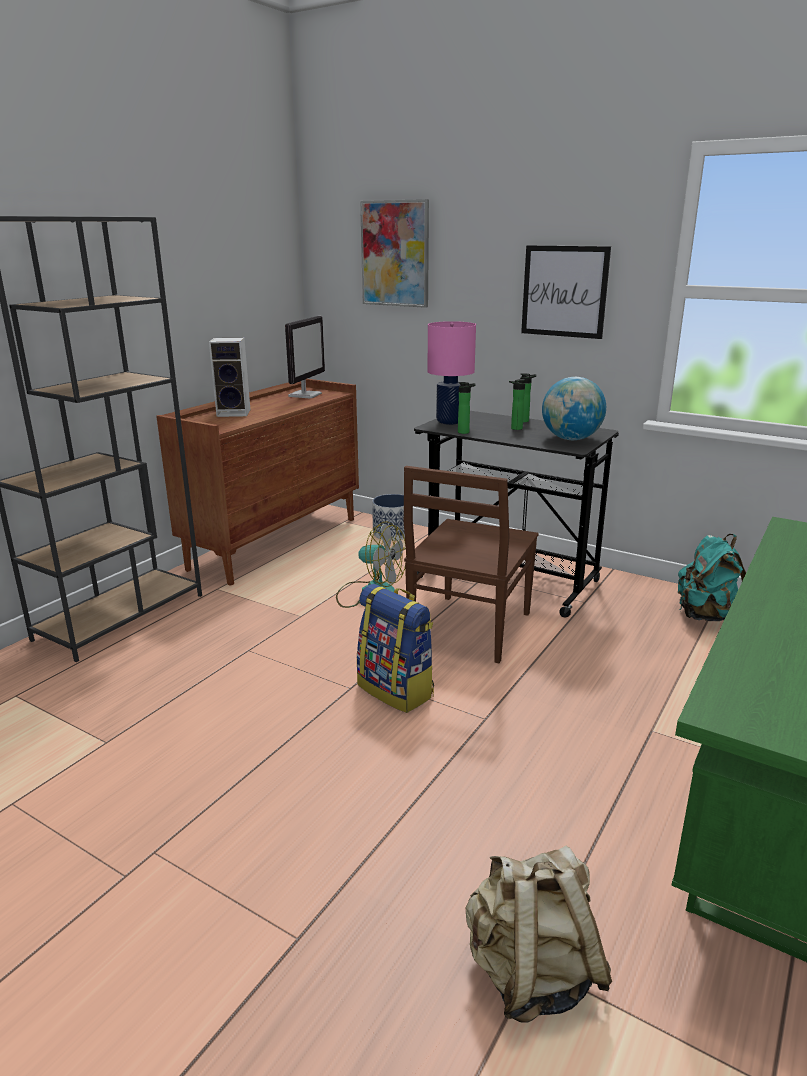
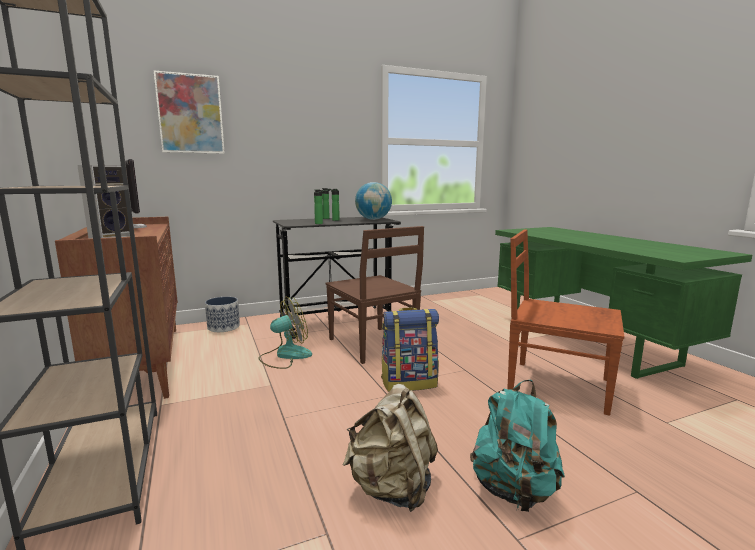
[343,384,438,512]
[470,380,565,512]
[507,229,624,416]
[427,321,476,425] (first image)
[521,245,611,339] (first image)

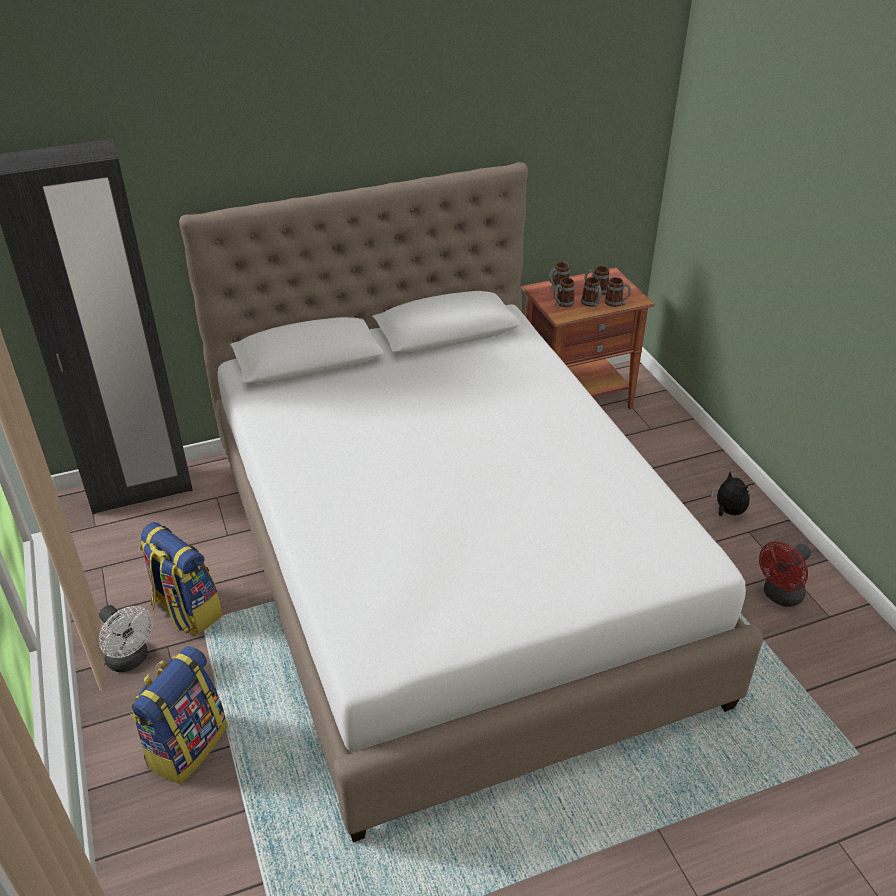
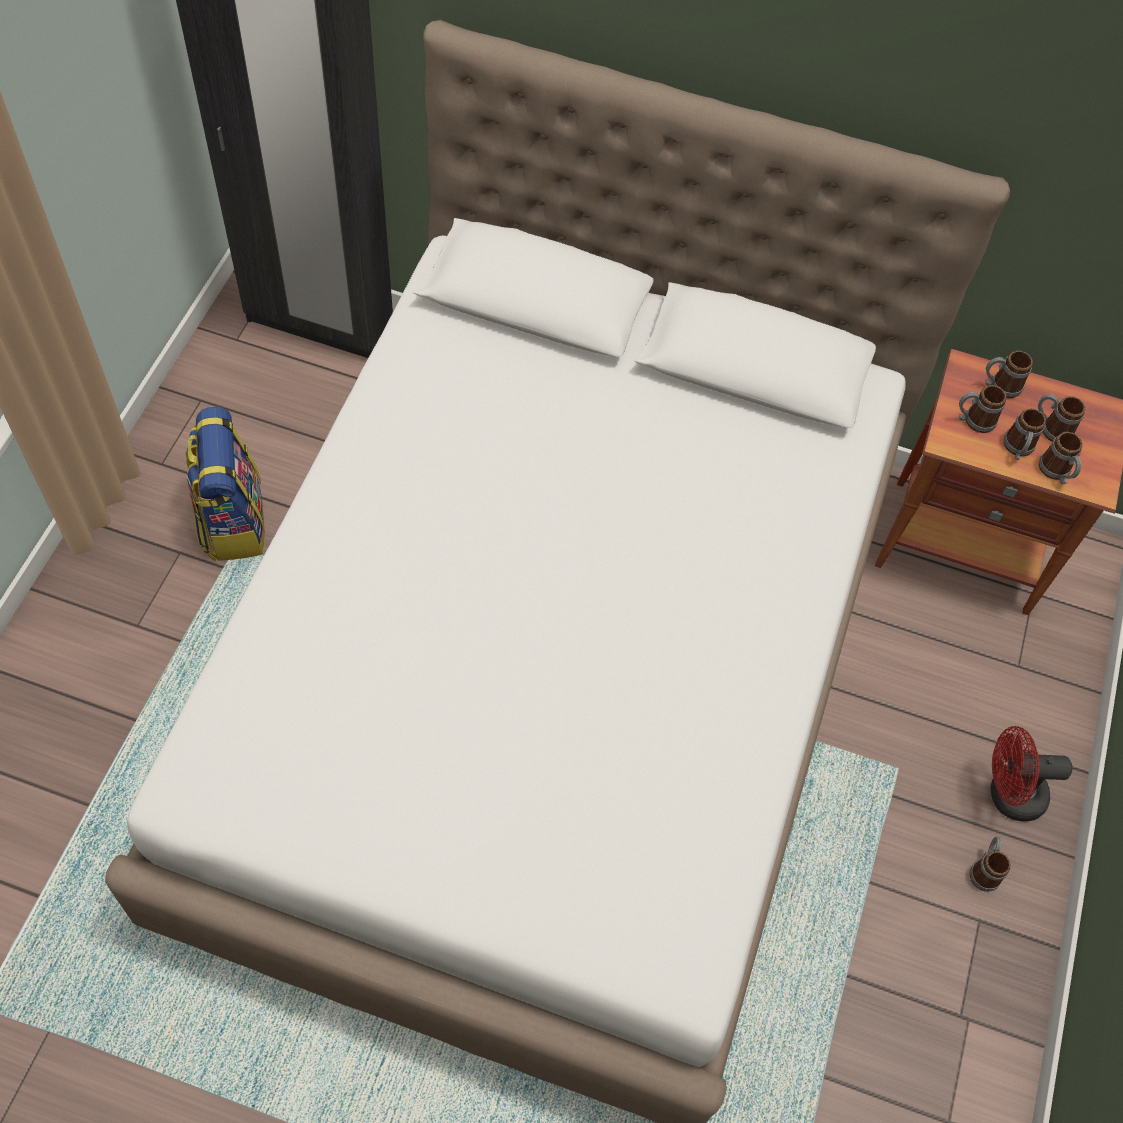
[969,837,1011,892]
[991,726,1072,822]
[99,605,153,672] (first image)
[130,646,227,784] (first image)

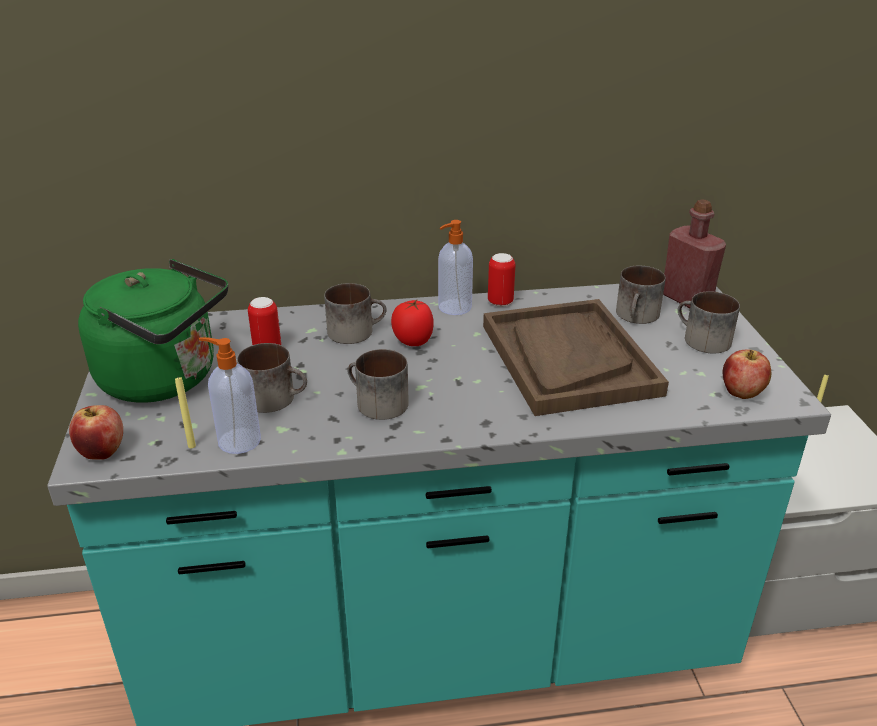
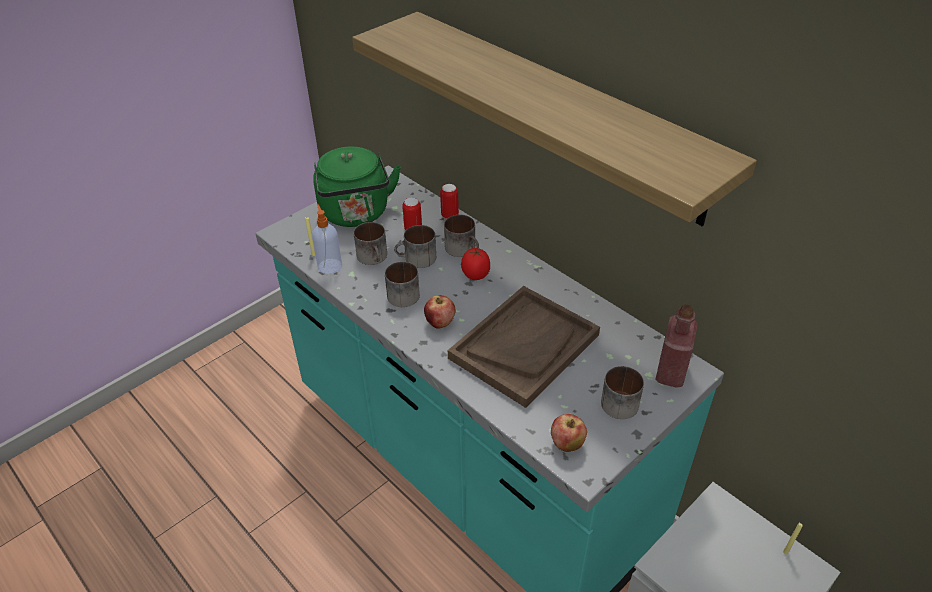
[352,12,757,226]
[394,225,436,268]
[424,295,455,329]
[440,184,459,219]
[438,220,473,315] (first image)

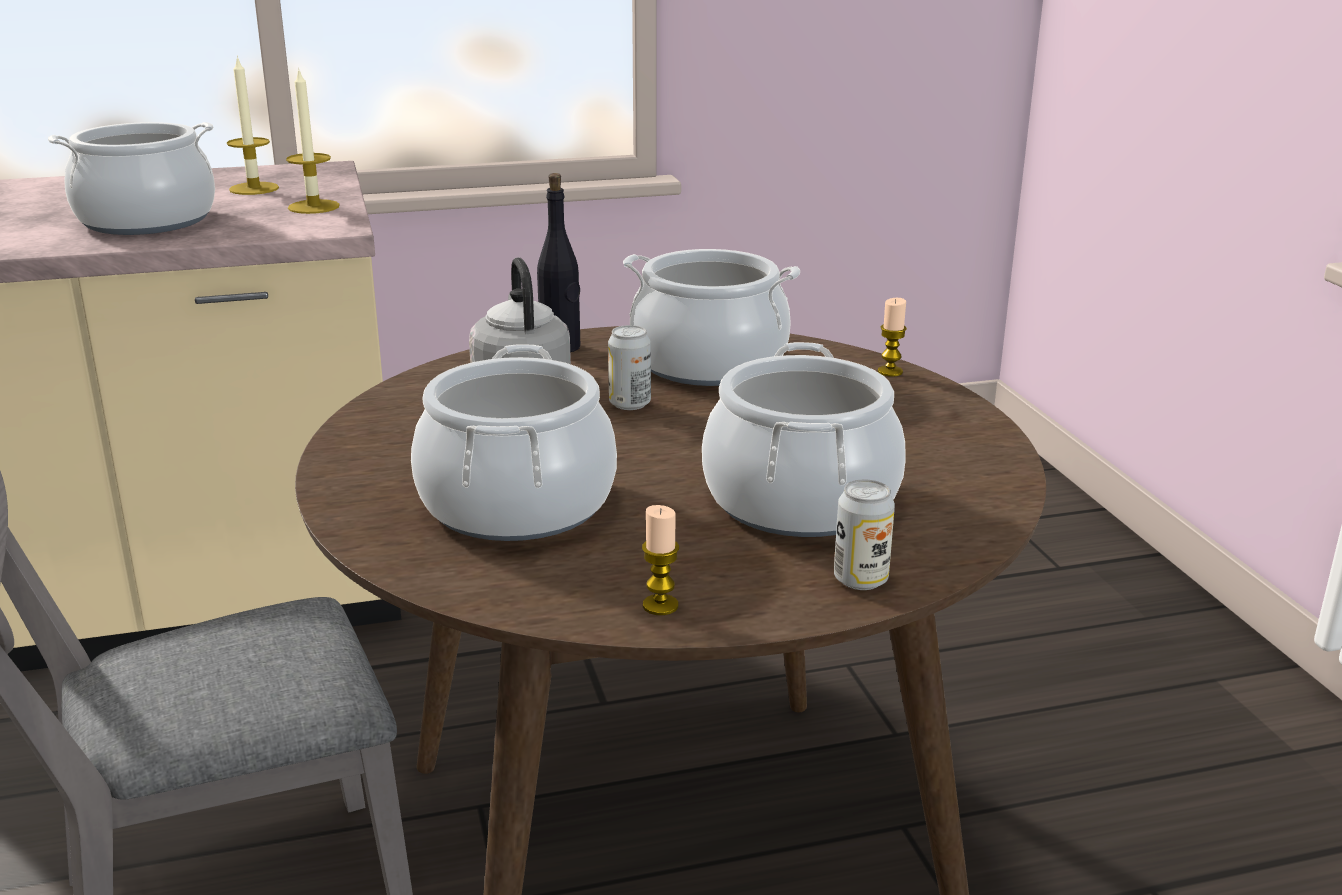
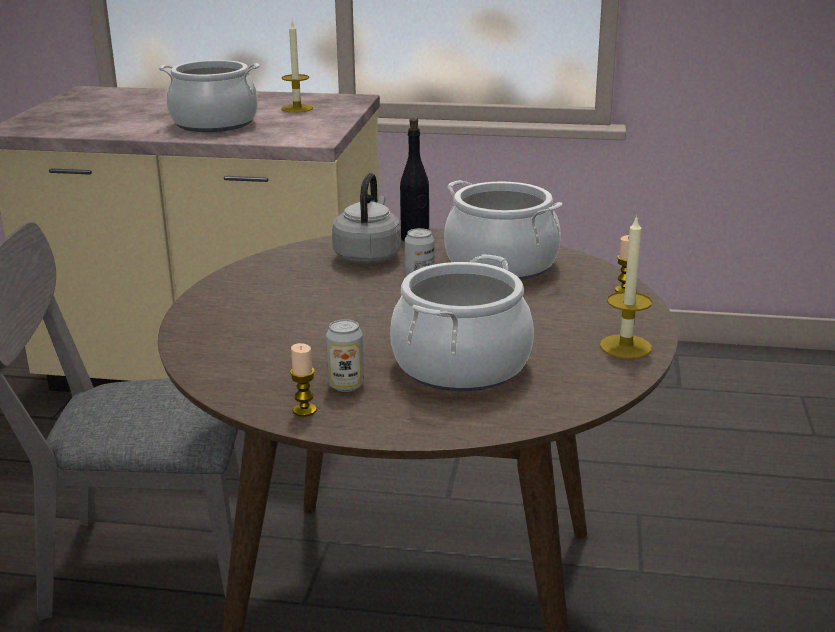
[326,319,364,392]
[600,215,652,359]
[411,344,617,541] (first image)

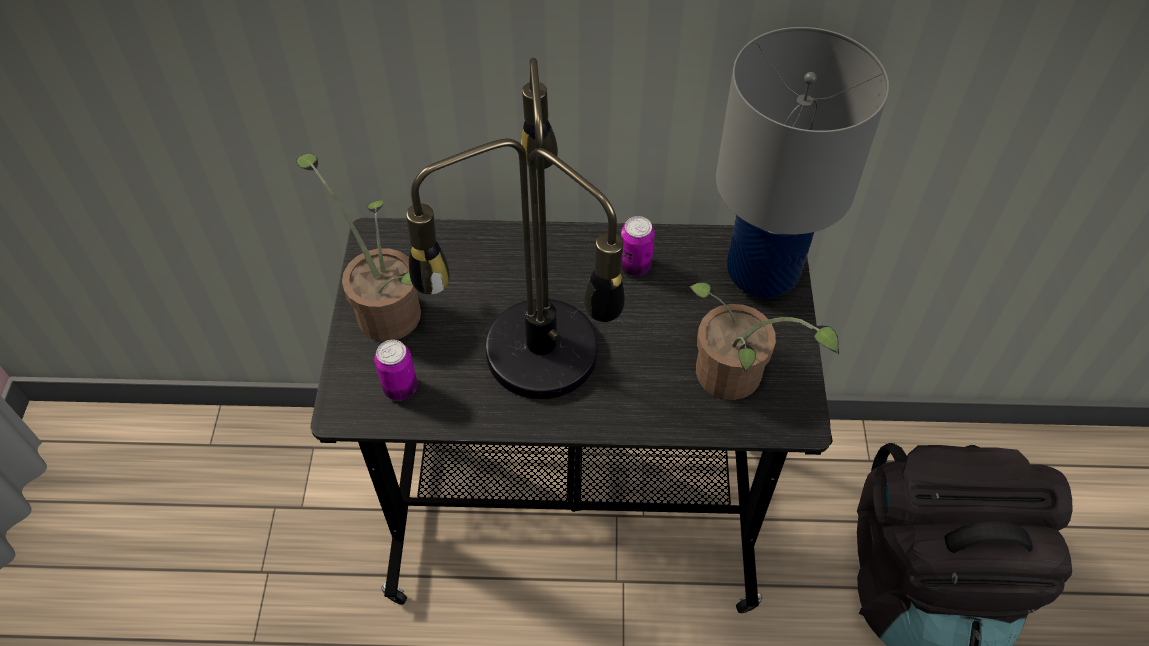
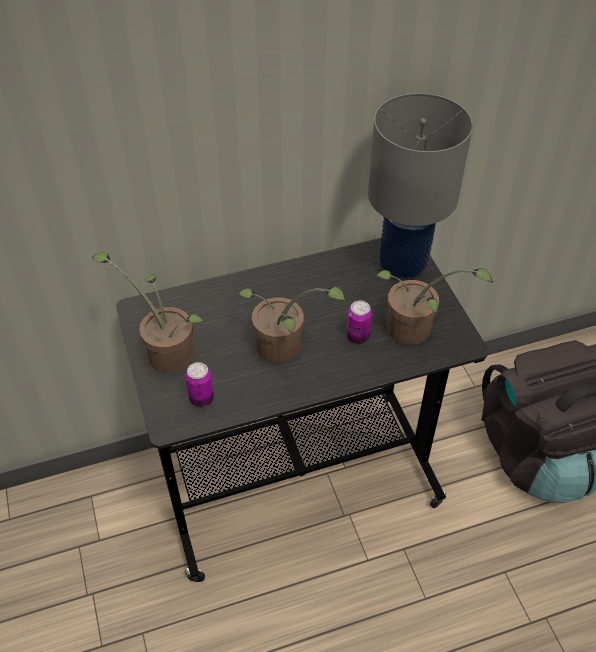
[237,287,346,363]
[347,300,372,344]

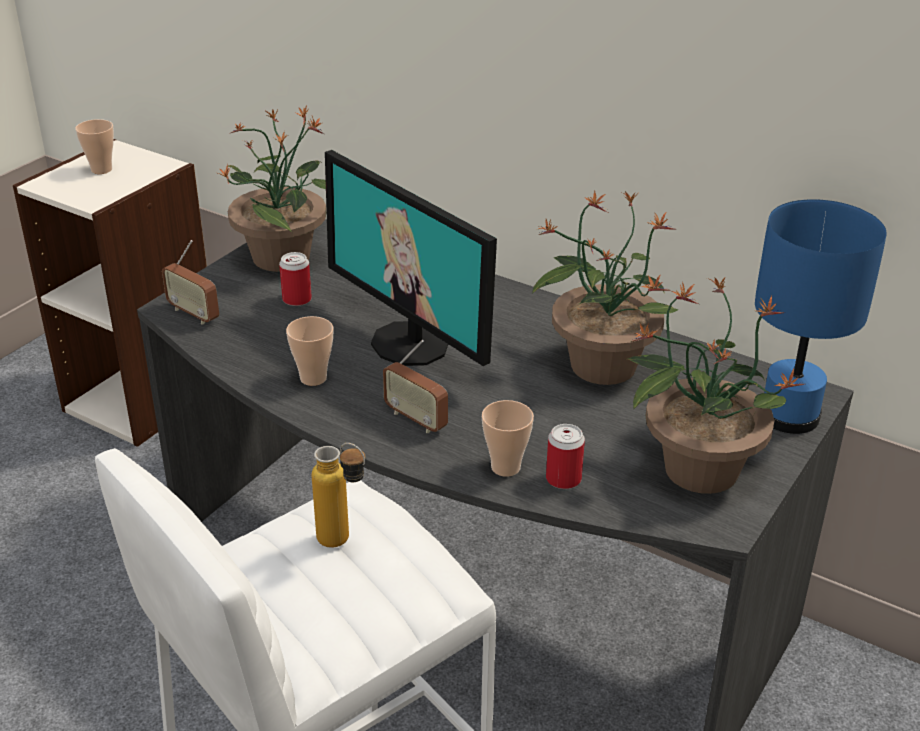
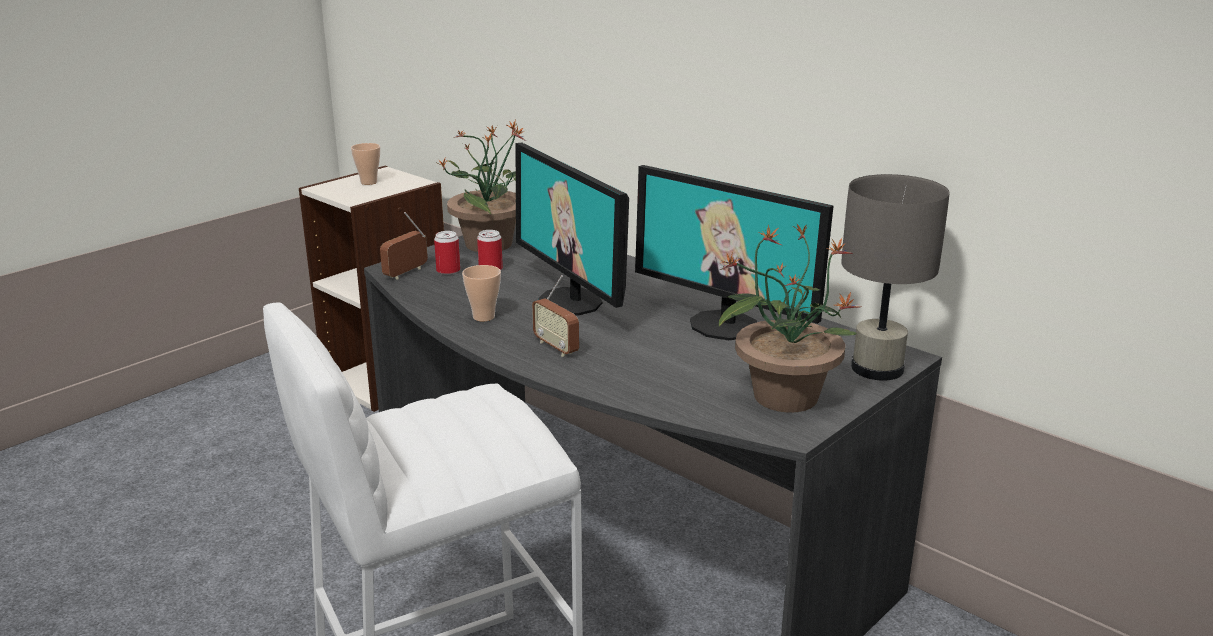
[380,212,428,279]
[434,231,460,275]
[635,165,834,340]
[841,174,950,381]
[312,443,366,548] (first image)
[482,400,534,477] (first image)

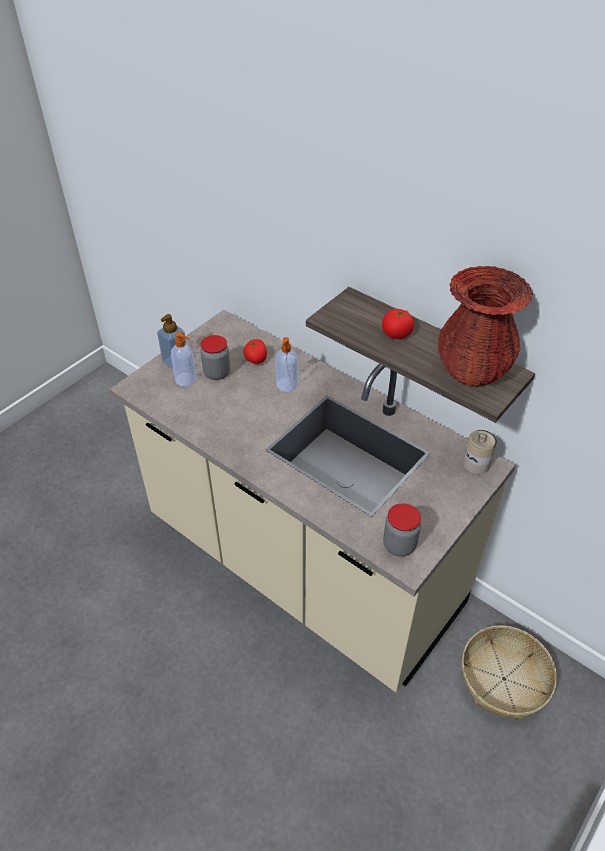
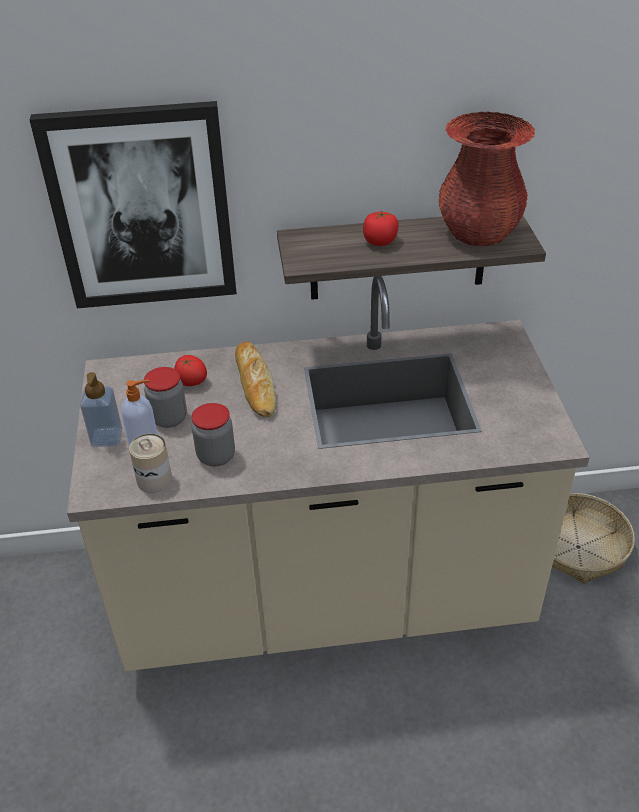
[30,101,237,308]
[129,434,172,493]
[191,403,235,466]
[235,341,276,417]

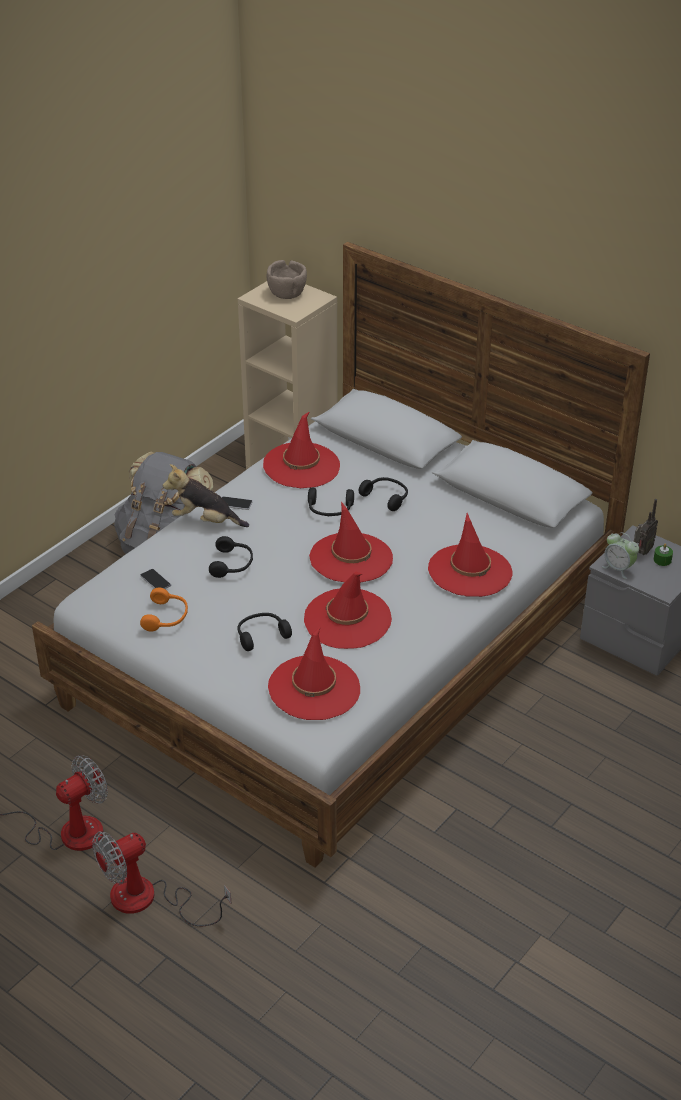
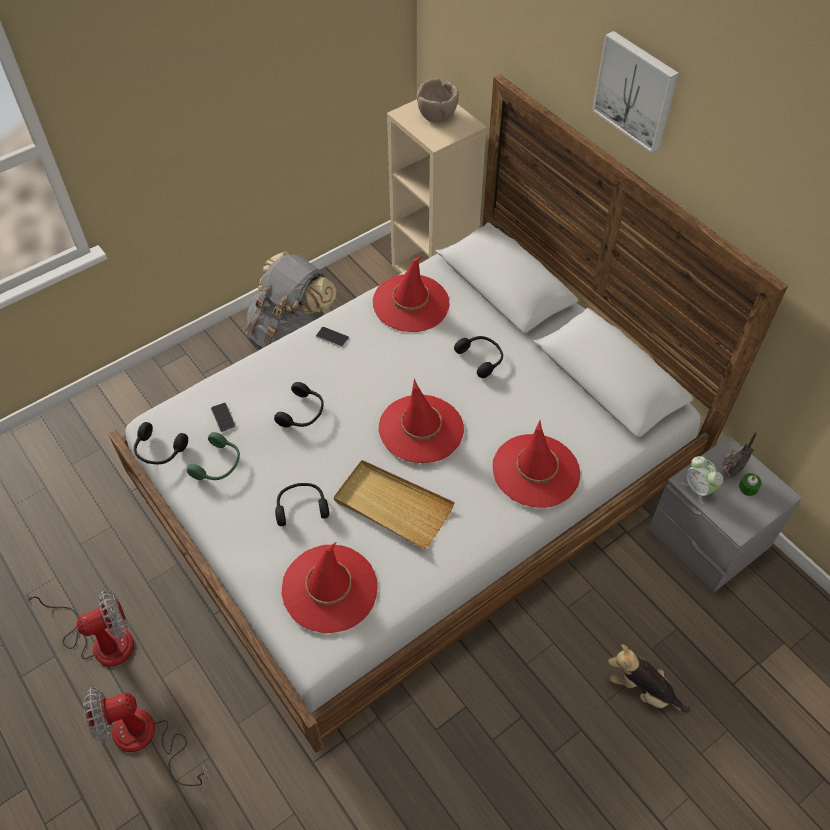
[134,422,188,464]
[187,432,240,480]
[334,460,455,549]
[592,31,679,153]
[608,644,690,712]

